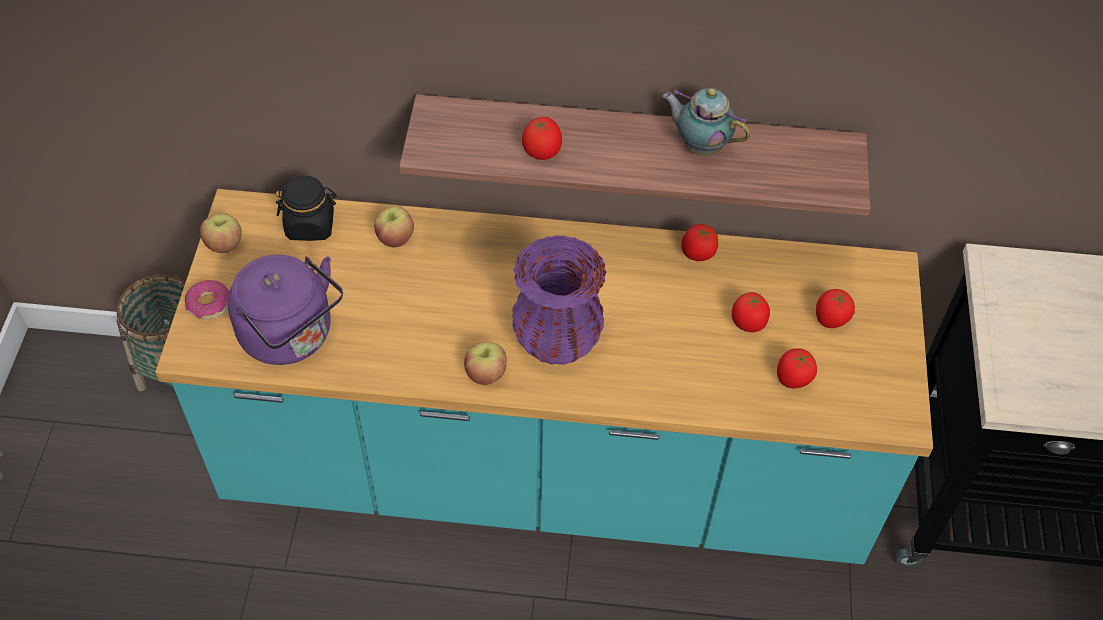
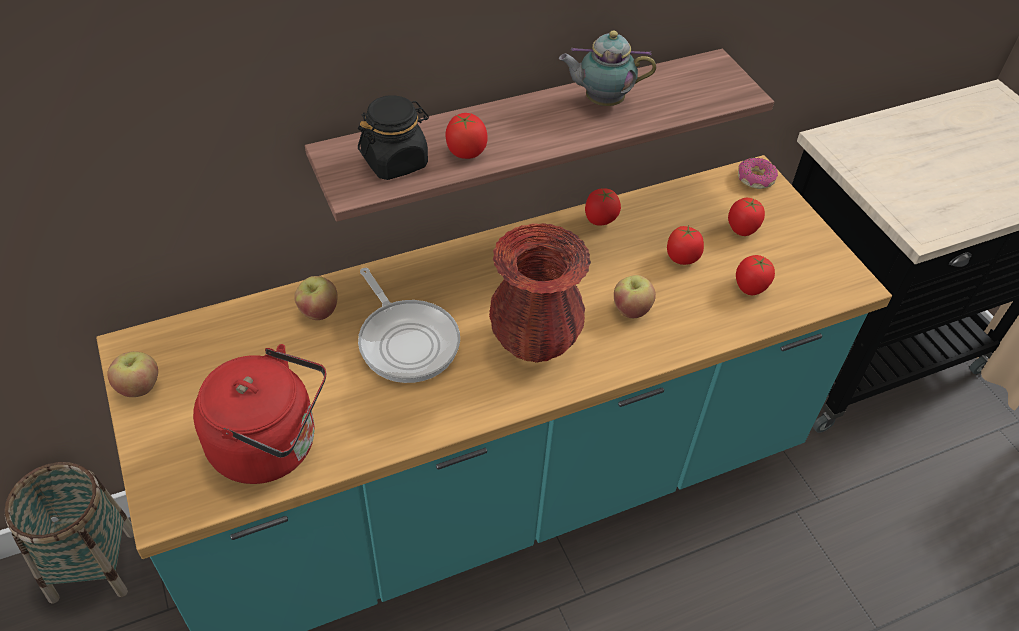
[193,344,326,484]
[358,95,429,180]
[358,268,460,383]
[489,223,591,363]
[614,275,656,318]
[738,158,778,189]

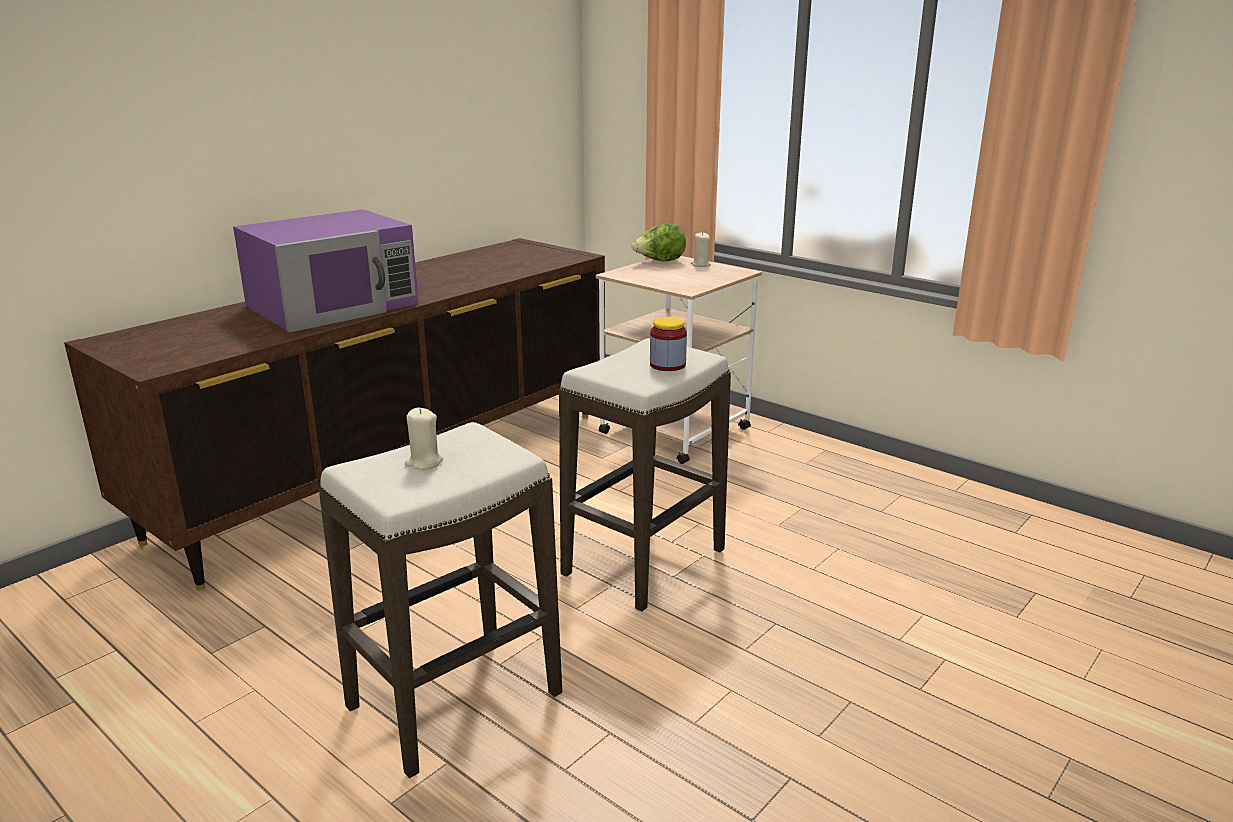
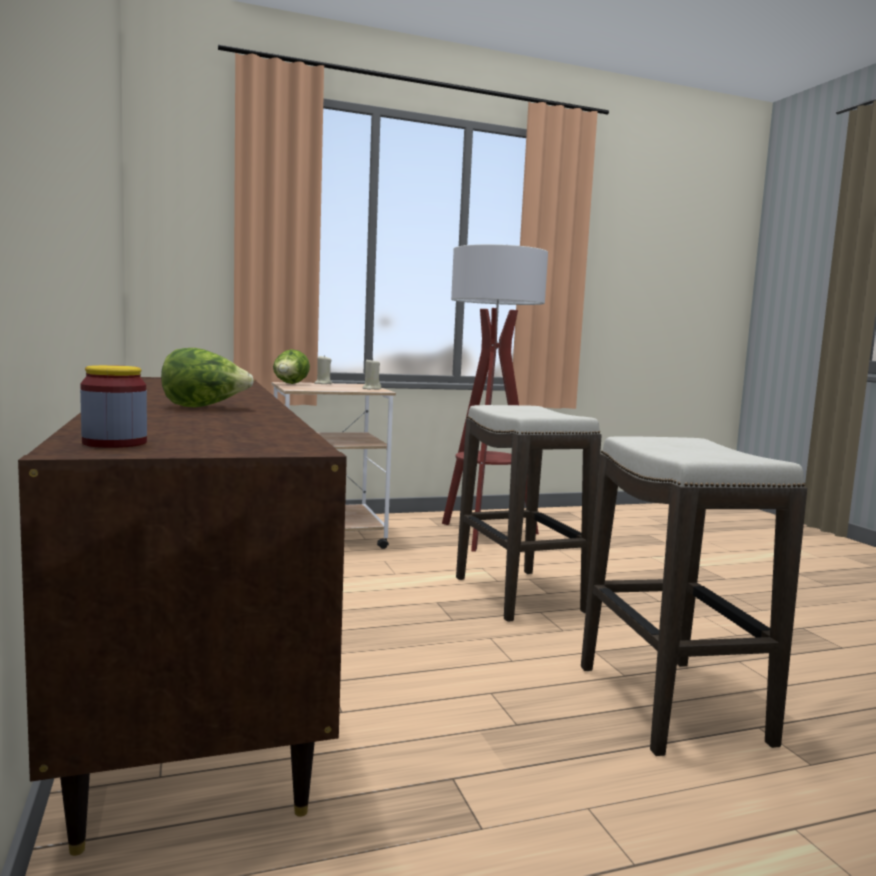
[80,365,147,448]
[161,348,254,408]
[363,358,381,390]
[442,244,548,552]

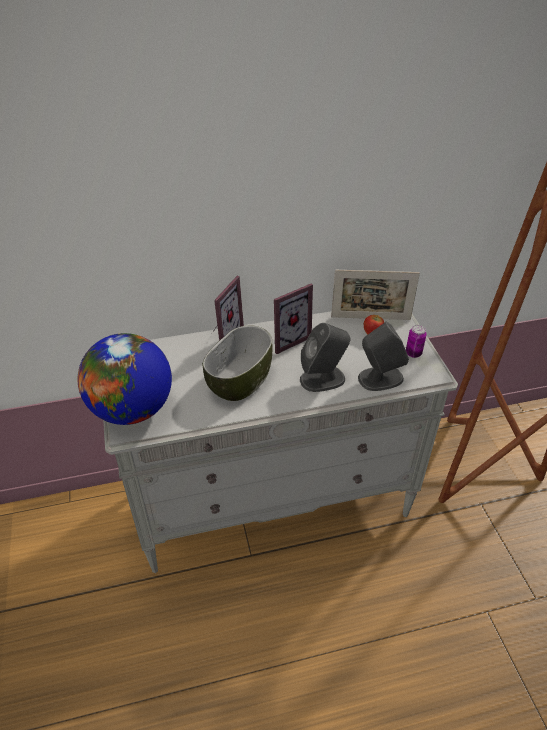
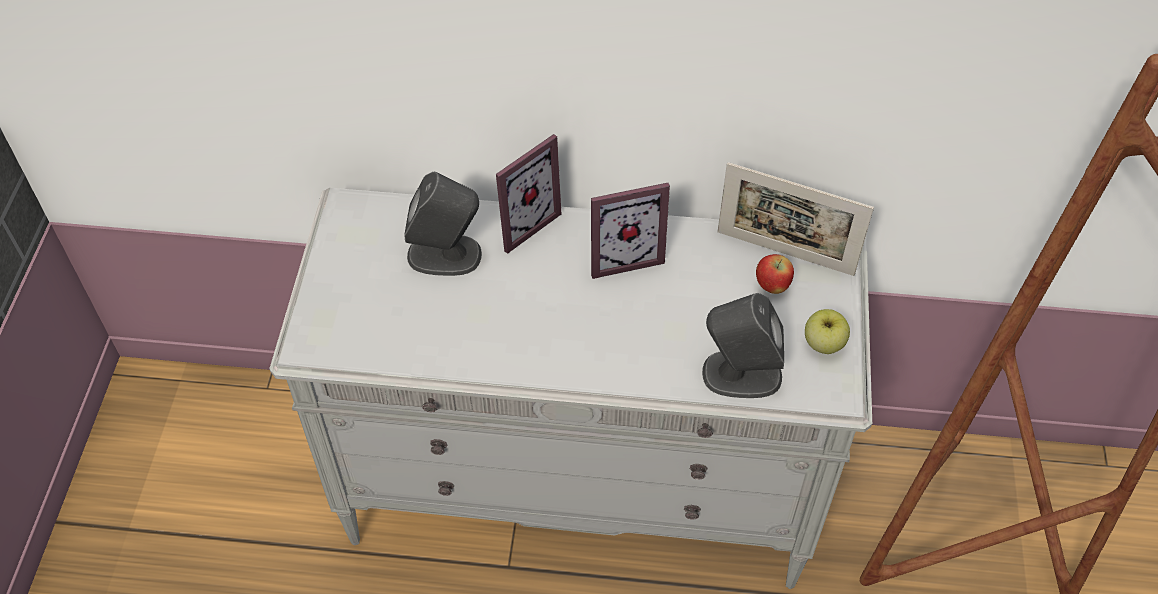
[404,172,482,276]
[805,309,850,354]
[78,333,172,425] (first image)
[202,325,273,401] (first image)

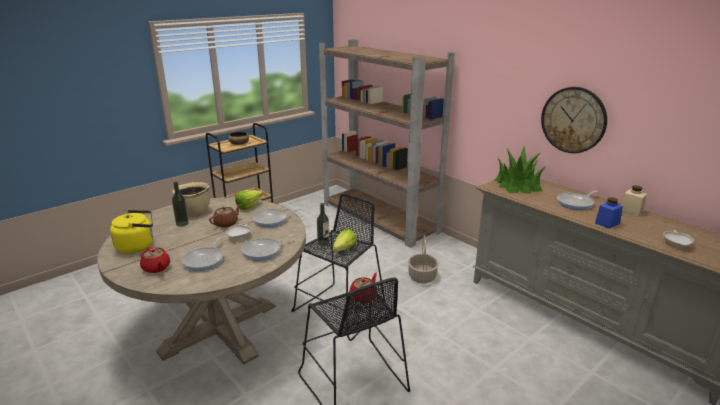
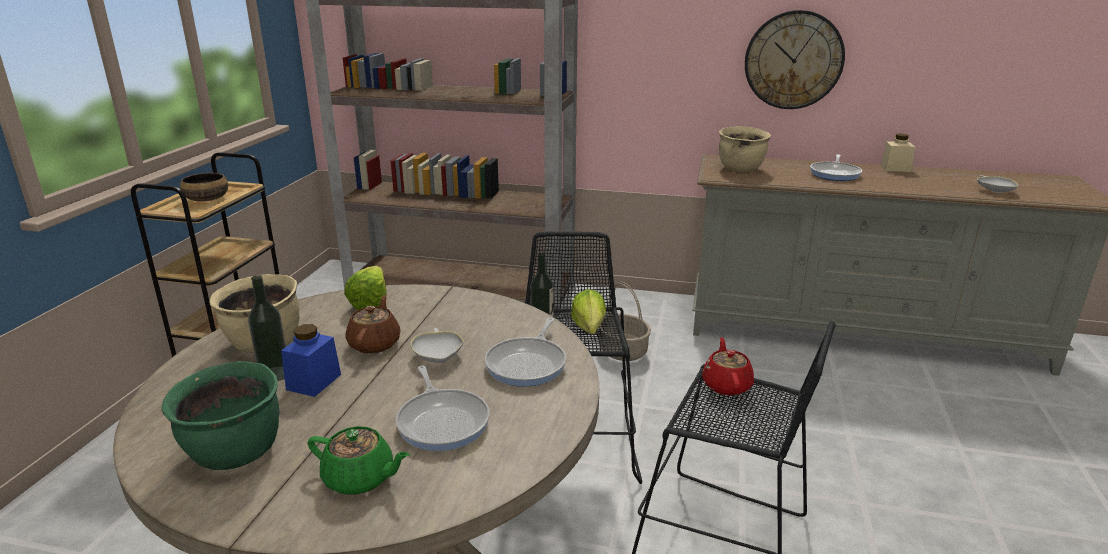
[162,361,279,470]
[281,324,341,397]
[307,426,410,495]
[719,126,771,172]
[252,208,303,227] (first image)

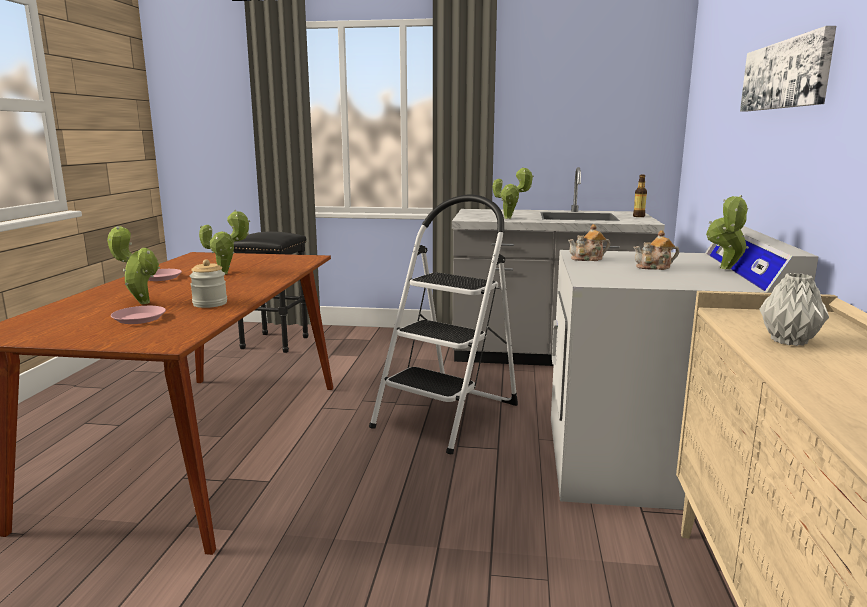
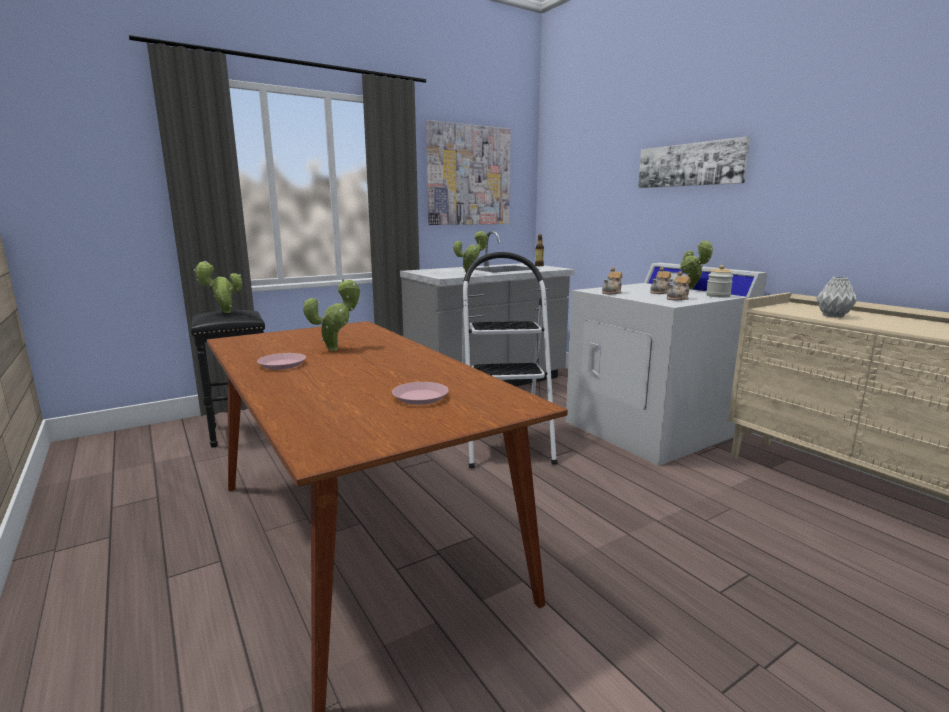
[194,261,242,313]
[426,120,511,225]
[667,271,691,300]
[706,265,733,298]

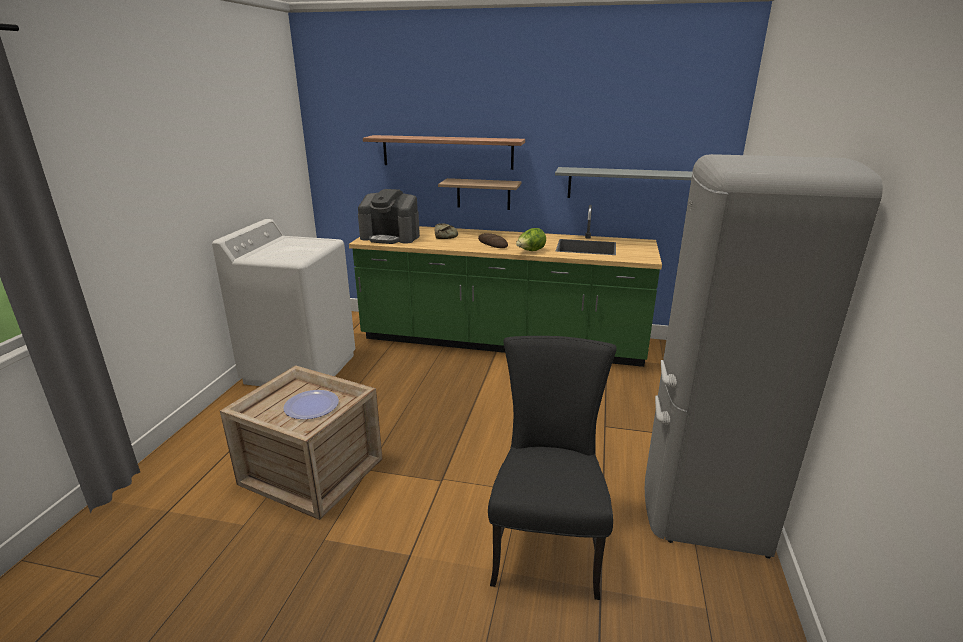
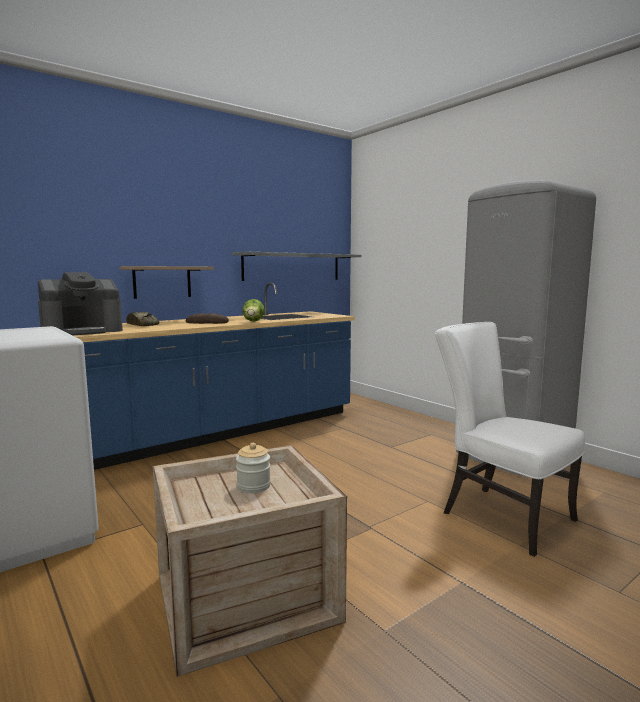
[73,283,355,470]
[236,443,271,493]
[434,322,585,557]
[363,135,525,170] (first image)

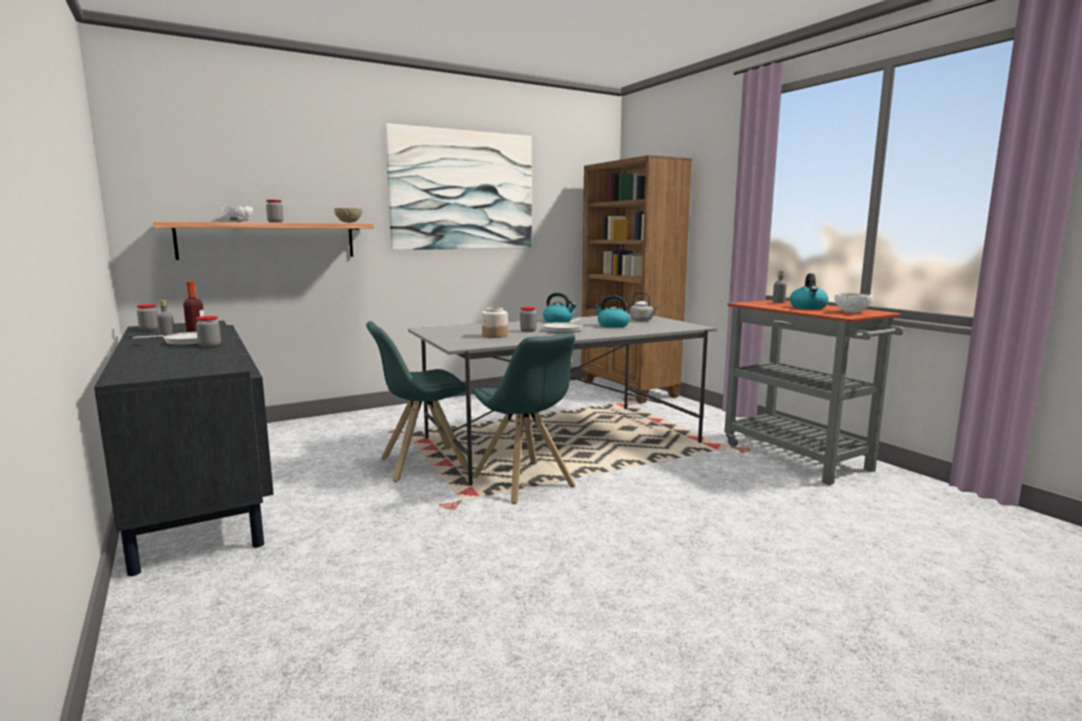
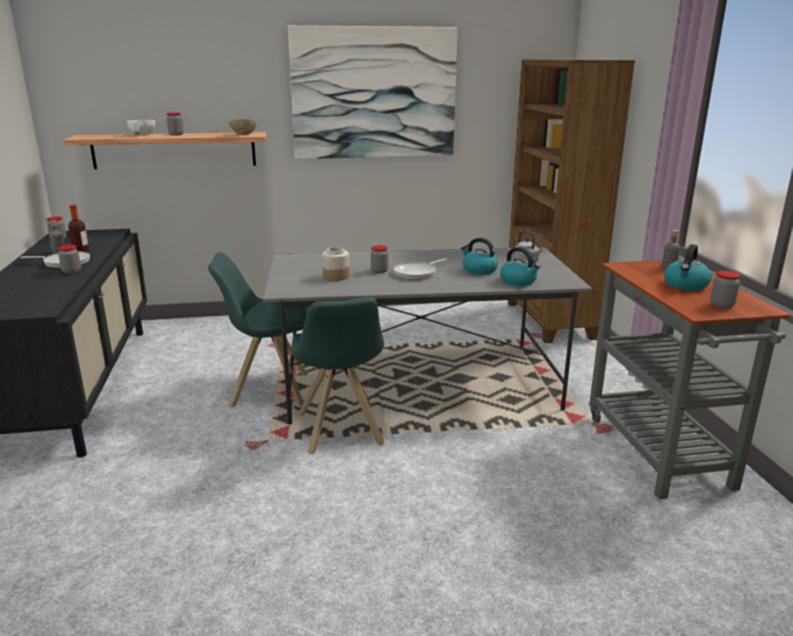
[500,247,540,286]
[710,271,740,309]

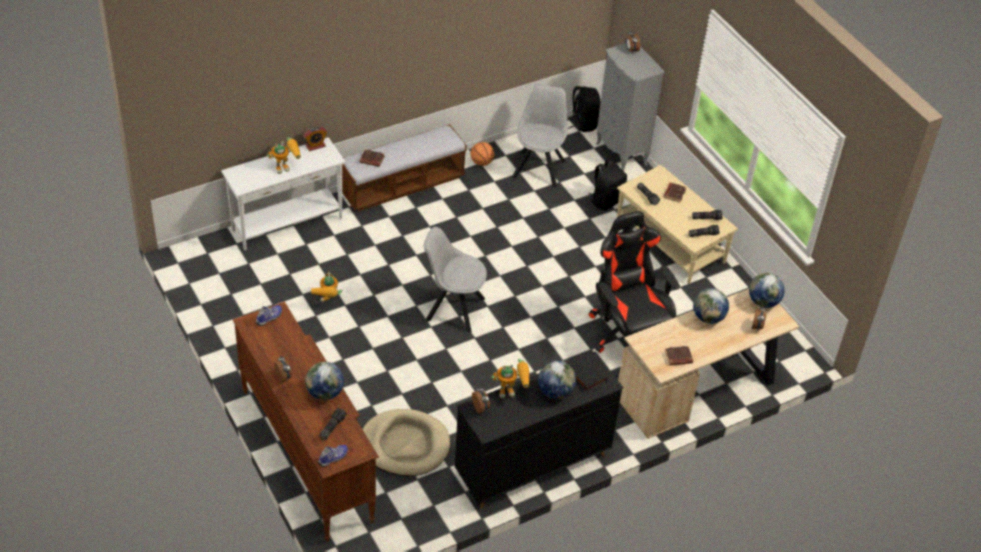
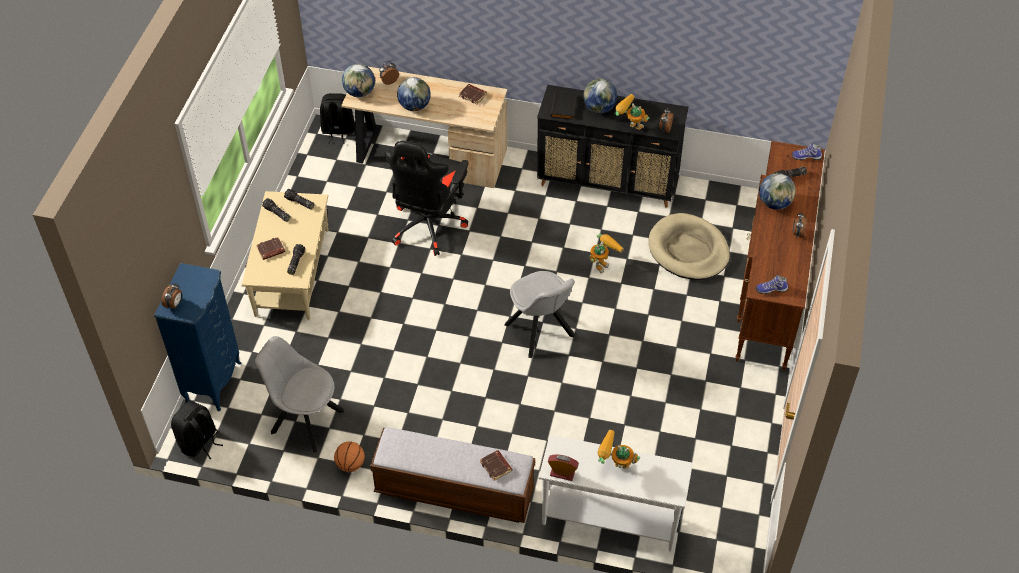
[154,263,241,411]
[255,336,344,453]
[320,93,355,144]
[589,234,624,273]

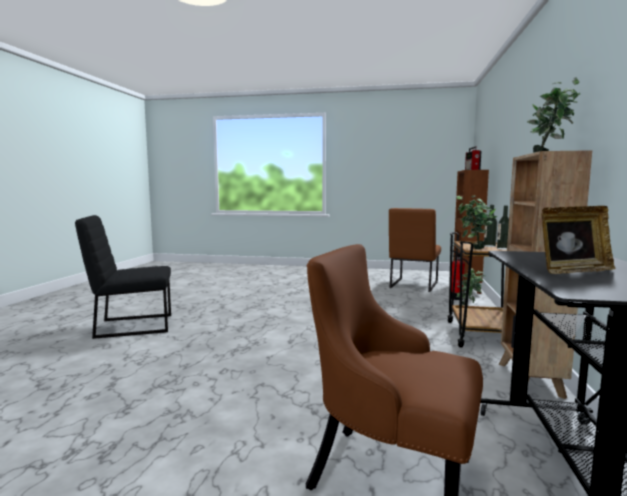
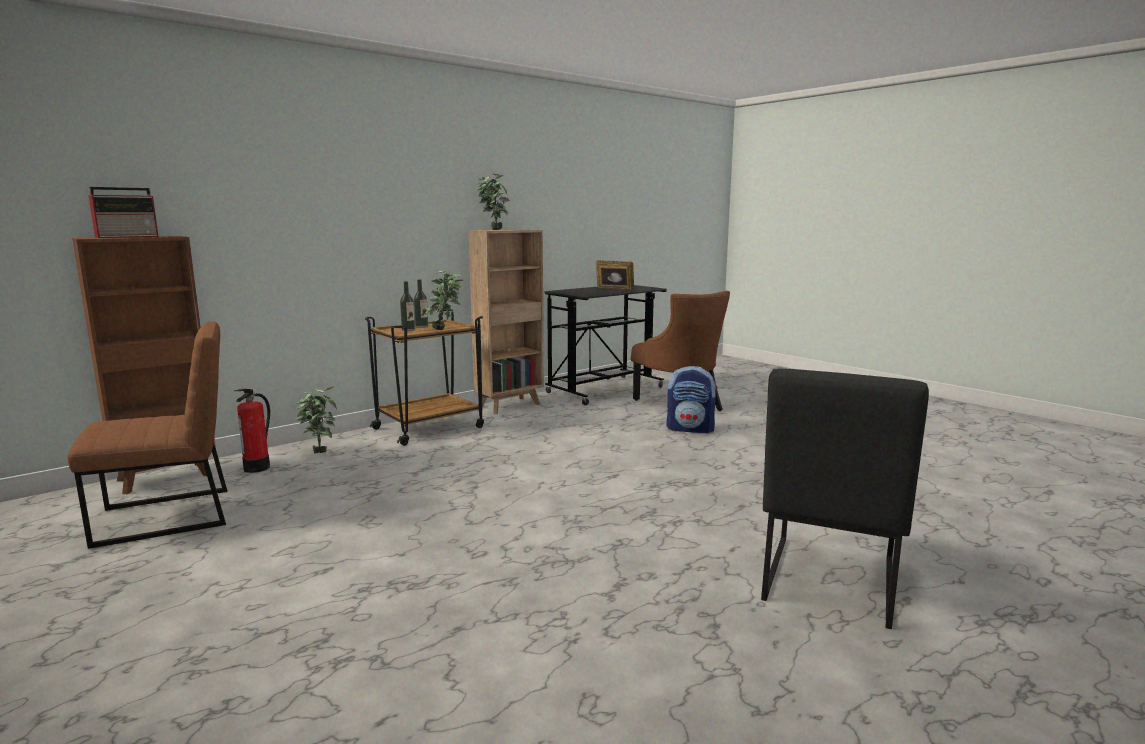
[666,366,718,433]
[761,368,929,629]

